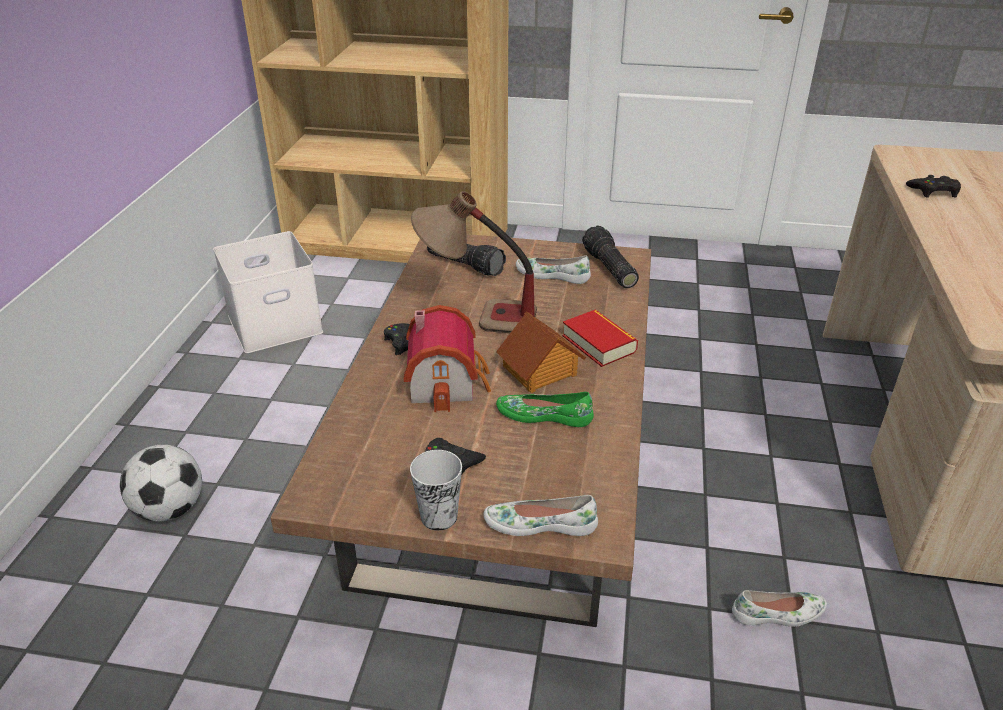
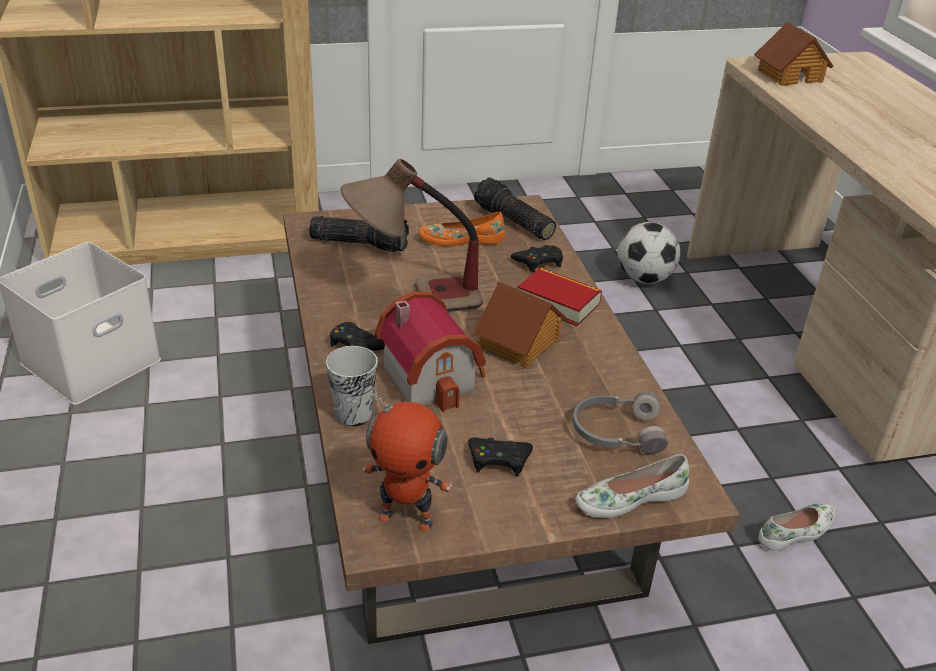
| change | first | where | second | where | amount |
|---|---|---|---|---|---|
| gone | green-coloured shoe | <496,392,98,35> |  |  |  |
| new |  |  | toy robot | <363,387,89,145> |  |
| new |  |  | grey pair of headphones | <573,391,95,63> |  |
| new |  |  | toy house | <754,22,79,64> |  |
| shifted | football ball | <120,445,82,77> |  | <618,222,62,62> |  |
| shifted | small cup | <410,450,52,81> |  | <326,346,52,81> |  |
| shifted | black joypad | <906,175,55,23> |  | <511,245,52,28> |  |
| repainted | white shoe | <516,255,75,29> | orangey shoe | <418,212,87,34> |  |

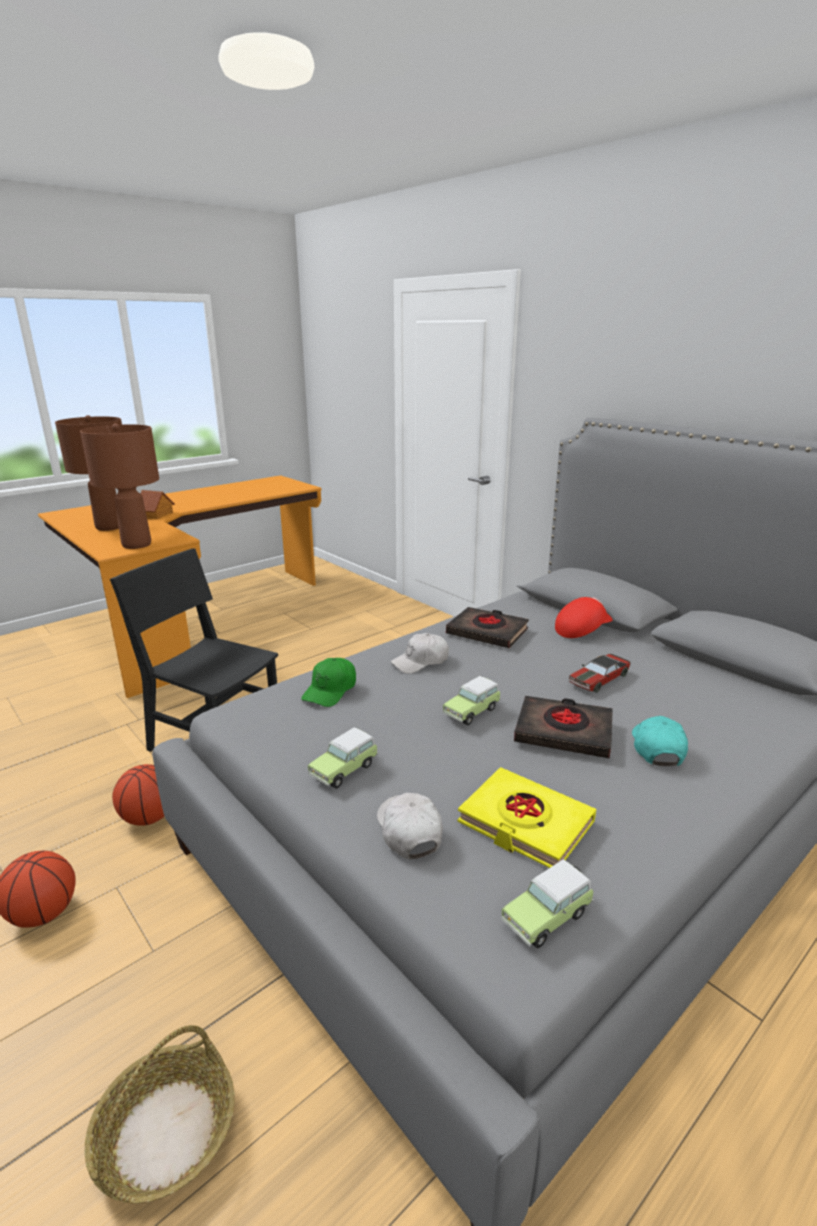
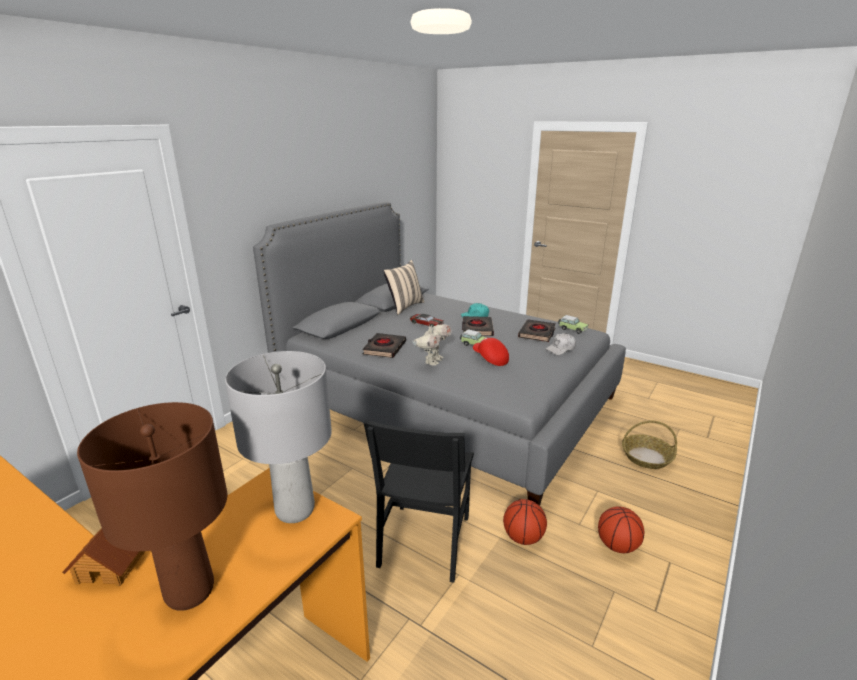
| change | first | where | second | where | amount |
|---|---|---|---|---|---|
| gone | green-coloured cap | <301,658,55,49> |  |  |  |
| gone | miniature car | <308,727,70,62> |  |  |  |
| new |  |  | beige-coloured pillow | <384,260,40,55> |  |
| shifted | reddish cap | <555,597,58,41> |  | <473,337,36,29> |  |
| swapped | white cap | <391,633,58,41> | toy robot | <412,324,39,42> |  |
| repainted | brown-coloured table lamp | <80,423,79,126> | grey table lamp | <225,351,107,172> |  |
| repainted | yellow volume | <458,767,138,101> | black volume | <518,319,38,23> |  |

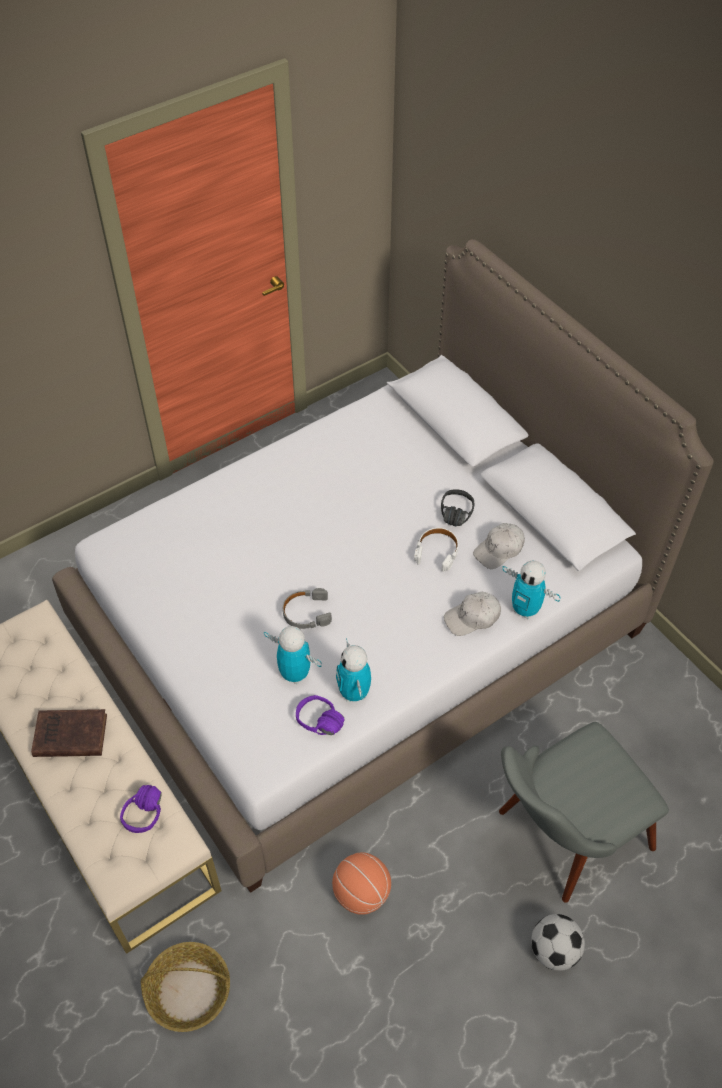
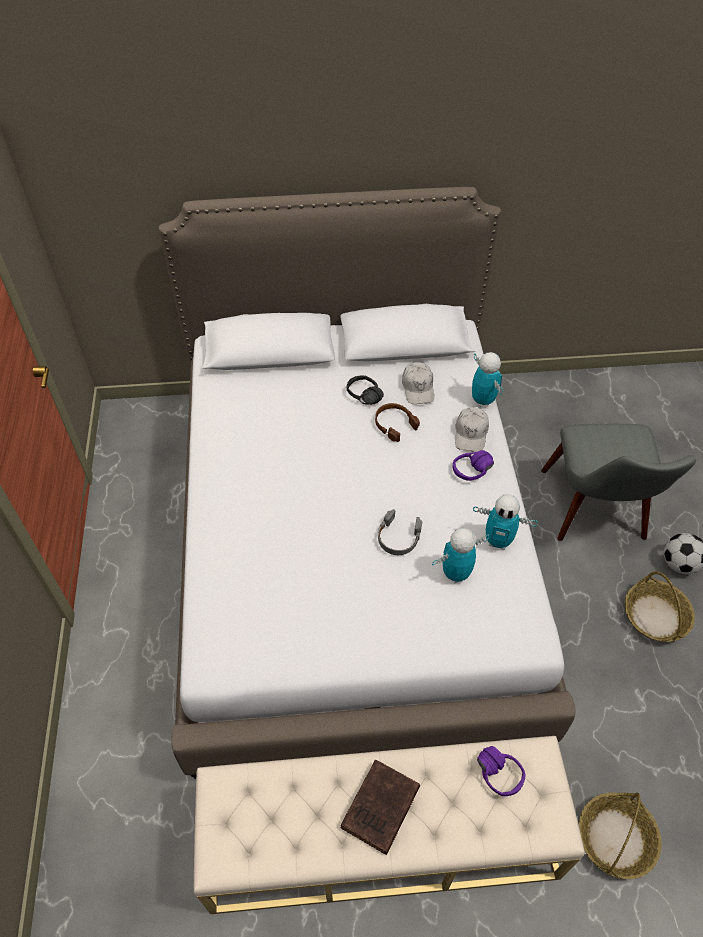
| change | first | where | second | where | amount |
|---|---|---|---|---|---|
| gone | basketball ball | <332,852,59,63> |  |  |  |
| new |  |  | basket | <625,571,70,71> |  |
| shifted | purplish pair of headphones | <296,695,49,40> |  | <453,450,41,31> |  |
| repainted | white pair of headphones | <414,528,45,44> | brown-coloured pair of headphones | <375,403,45,39> |  |
| rotated | toy robot | <502,561,59,58> |  | <472,352,31,55> | 90 degrees counterclockwise |

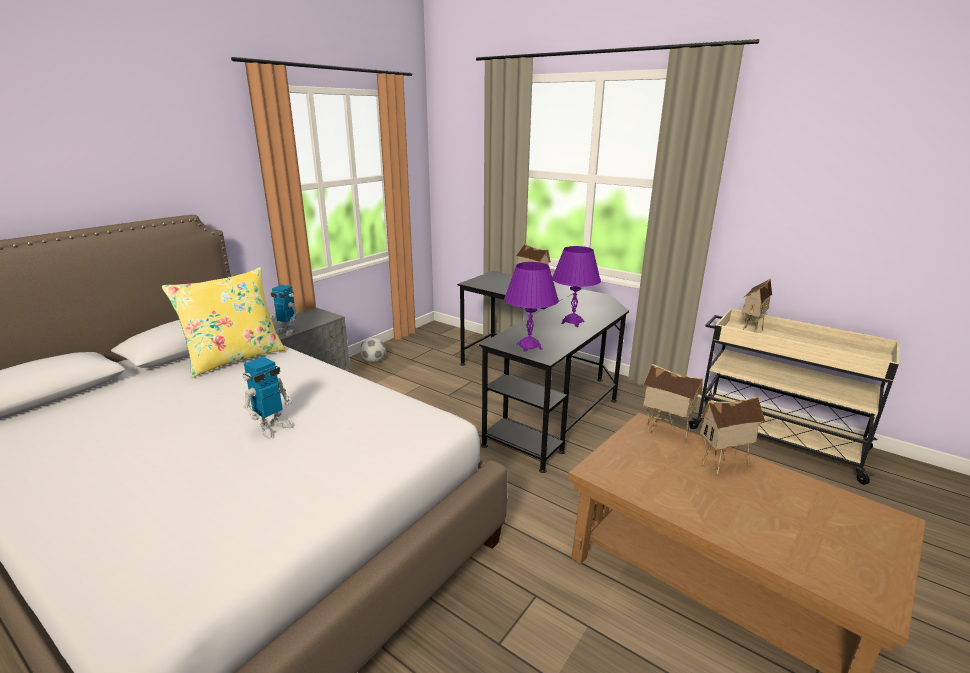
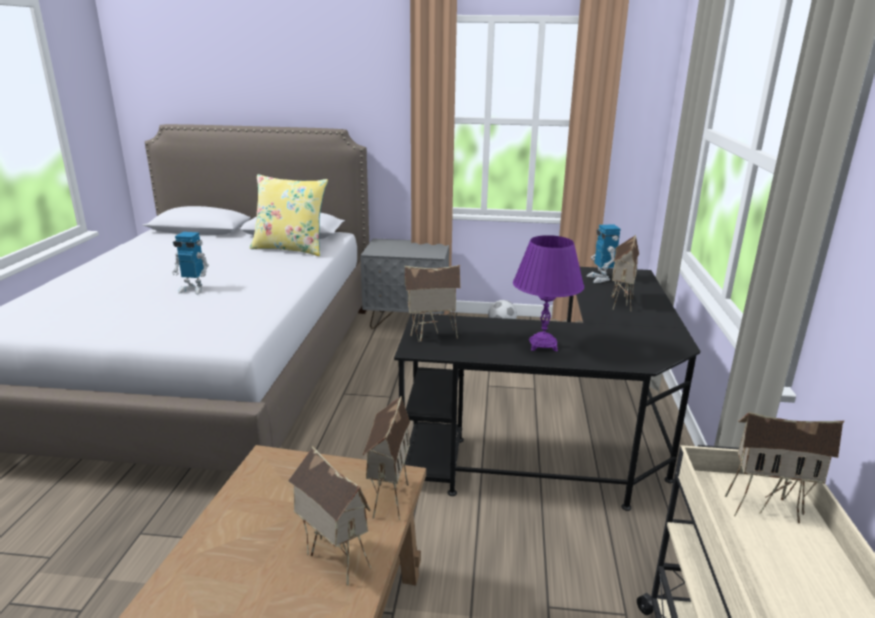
| change | first | where | second | where | amount |
|---|---|---|---|---|---|
| shifted | toy robot | <270,285,28,51> |  | <587,224,33,59> |  |
| swapped | purplish table lamp | <504,262,55,90> | toy house | <404,265,57,77> |  |

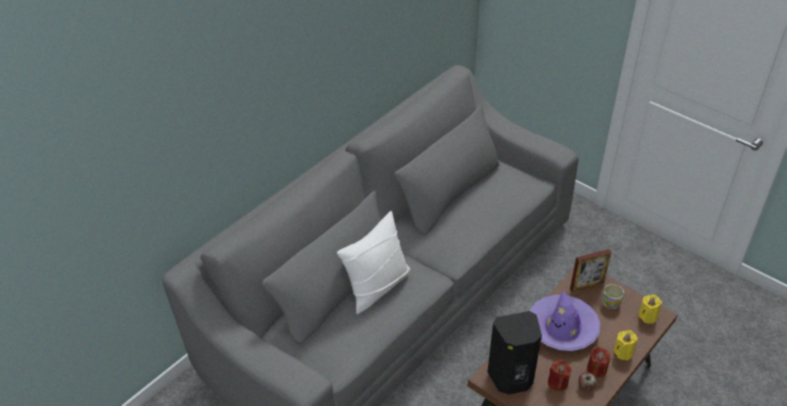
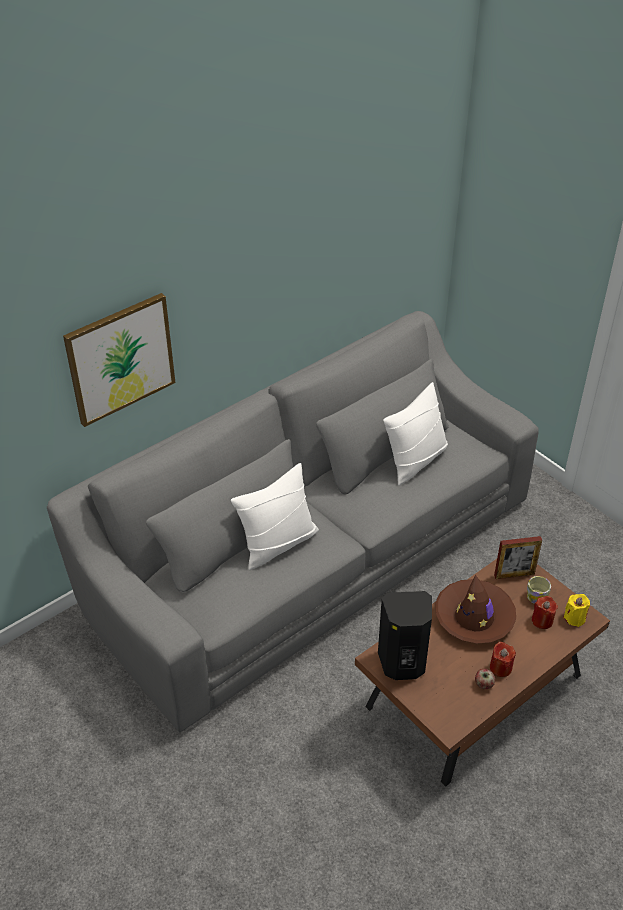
| change | first | where | second | where | amount |
|---|---|---|---|---|---|
| gone | yellow candle | <613,330,24,31> |  |  |  |
| new |  |  | wall art | <63,293,112,134> |  |
| new |  |  | white pillow | <383,382,65,103> |  |
| shifted | reddish candle | <548,360,24,31> |  | <532,596,26,33> |  |
| repainted | purplish wearable hat | <529,291,72,60> | brown-coloured wearable hat | <435,574,81,69> |  |

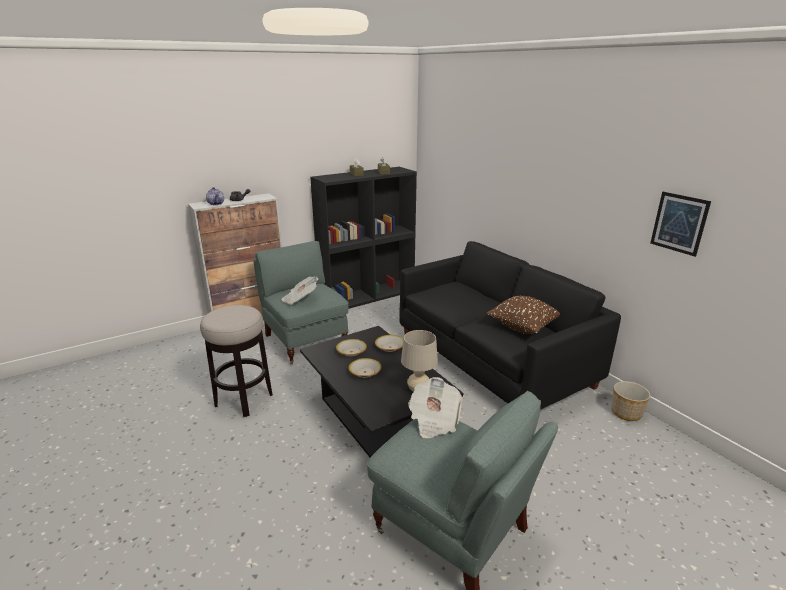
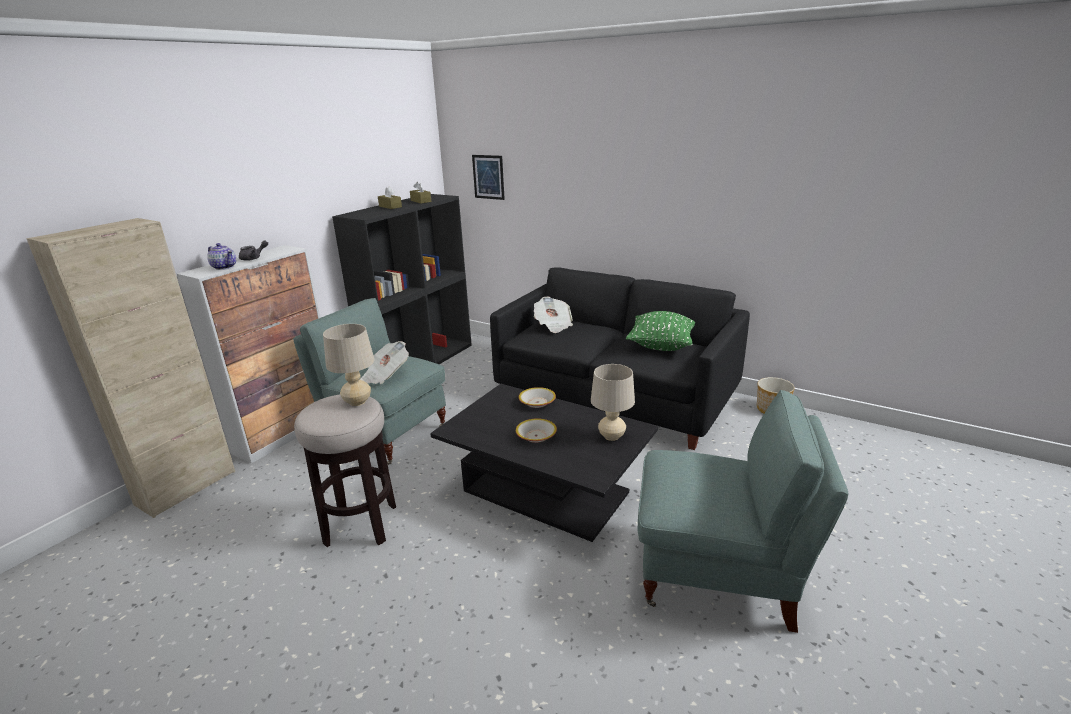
| change | first | where | second | where | amount |
|---|---|---|---|---|---|
| gone | serving bowl | <336,339,31,18> |  |  |  |
| new |  |  | beige-coloured storage cabinet | <26,218,209,300> |  |
| new |  |  | beige-coloured table lamp | <323,324,52,82> |  |
| shifted | newspaper | <408,377,55,61> |  | <534,297,39,36> |  |
| shifted | wall art | <650,192,61,65> |  | <472,155,33,45> |  |
| repainted | brown-coloured pillow | <486,296,74,38> | green-coloured pillow | <626,311,69,40> |  |

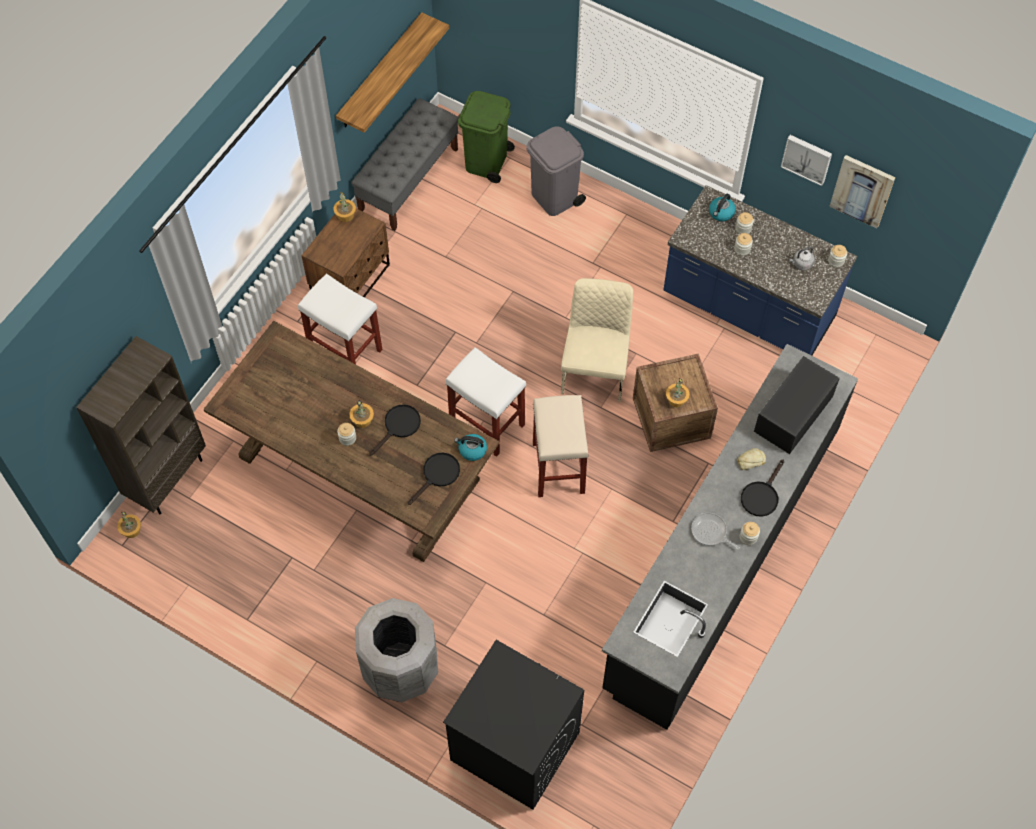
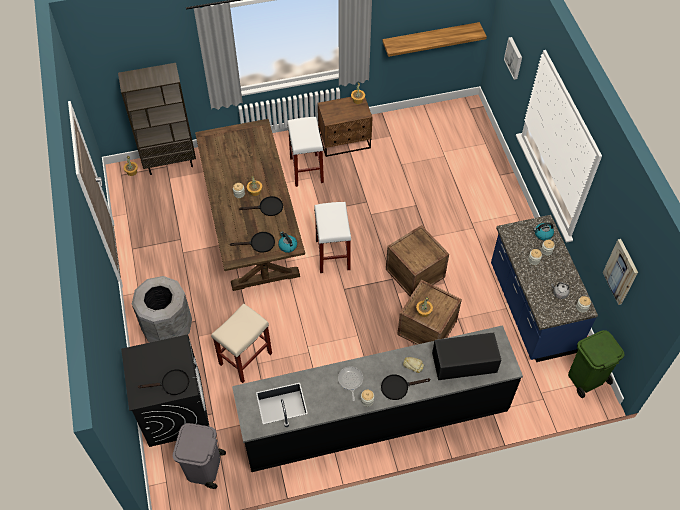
| change | first | where | second | where | amount |
|---|---|---|---|---|---|
| gone | grey long seat | <351,98,108,133> |  |  |  |
| new |  |  | black pan | <138,369,51,26> |  |
| shifted | green-coloured trash can | <458,91,57,92> |  | <568,330,56,68> |  |
| shifted | grey trash can | <526,126,60,90> |  | <173,423,53,66> |  |
| shifted | beige-coloured stool seat | <533,395,56,102> |  | <211,303,61,80> |  |
| shifted | wall art | <781,135,51,51> |  | <504,37,18,43> |  |
| swapped | beige-coloured upright chair | <561,278,72,124> | crate | <386,225,63,71> |  |

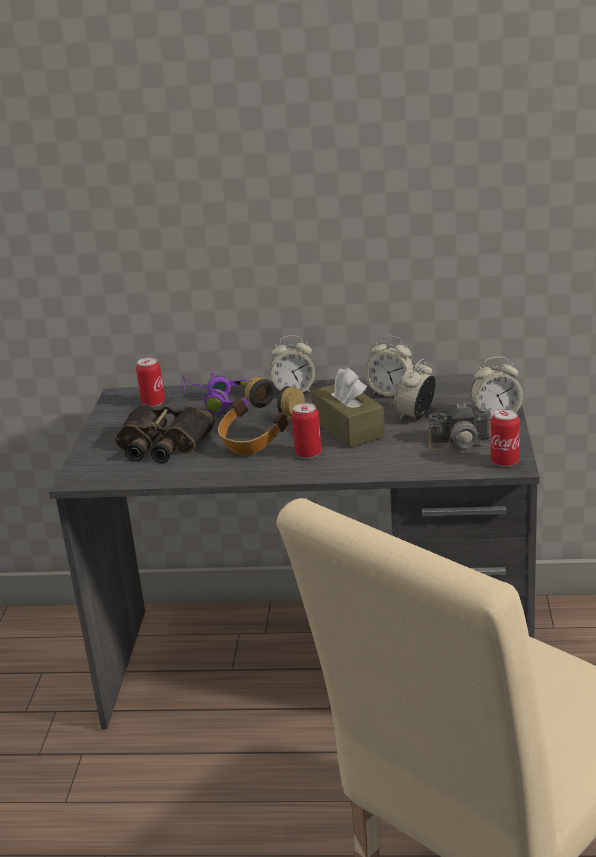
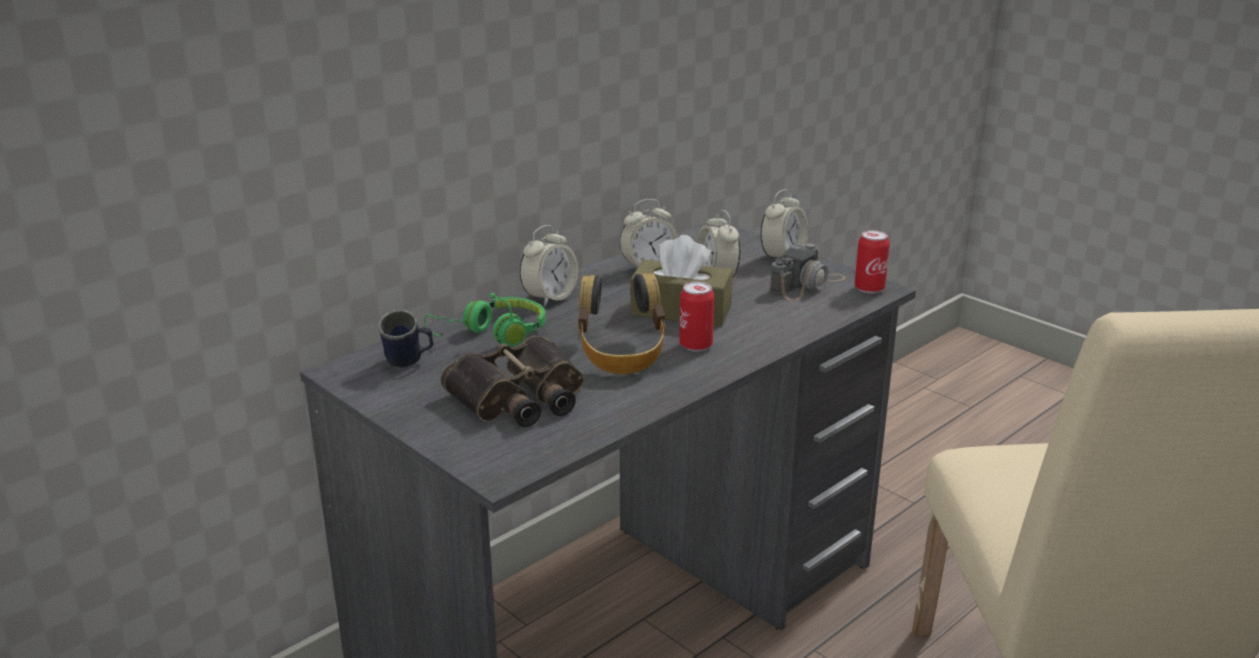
| change | first | where | second | where | amount |
|---|---|---|---|---|---|
| swapped | metal can | <136,357,29,50> | blue tea mug | <378,310,56,57> |  |
| repainted | purplish pair of headphones | <181,372,70,42> | green-coloured pair of headphones | <424,293,121,53> |  |

